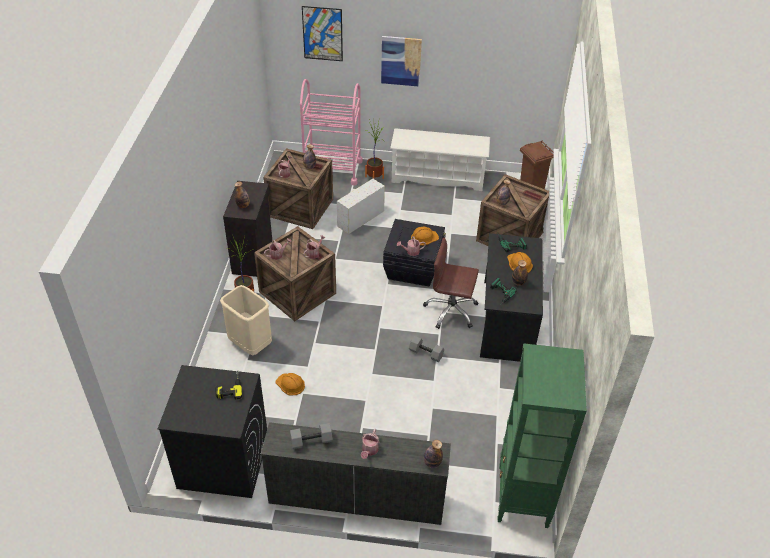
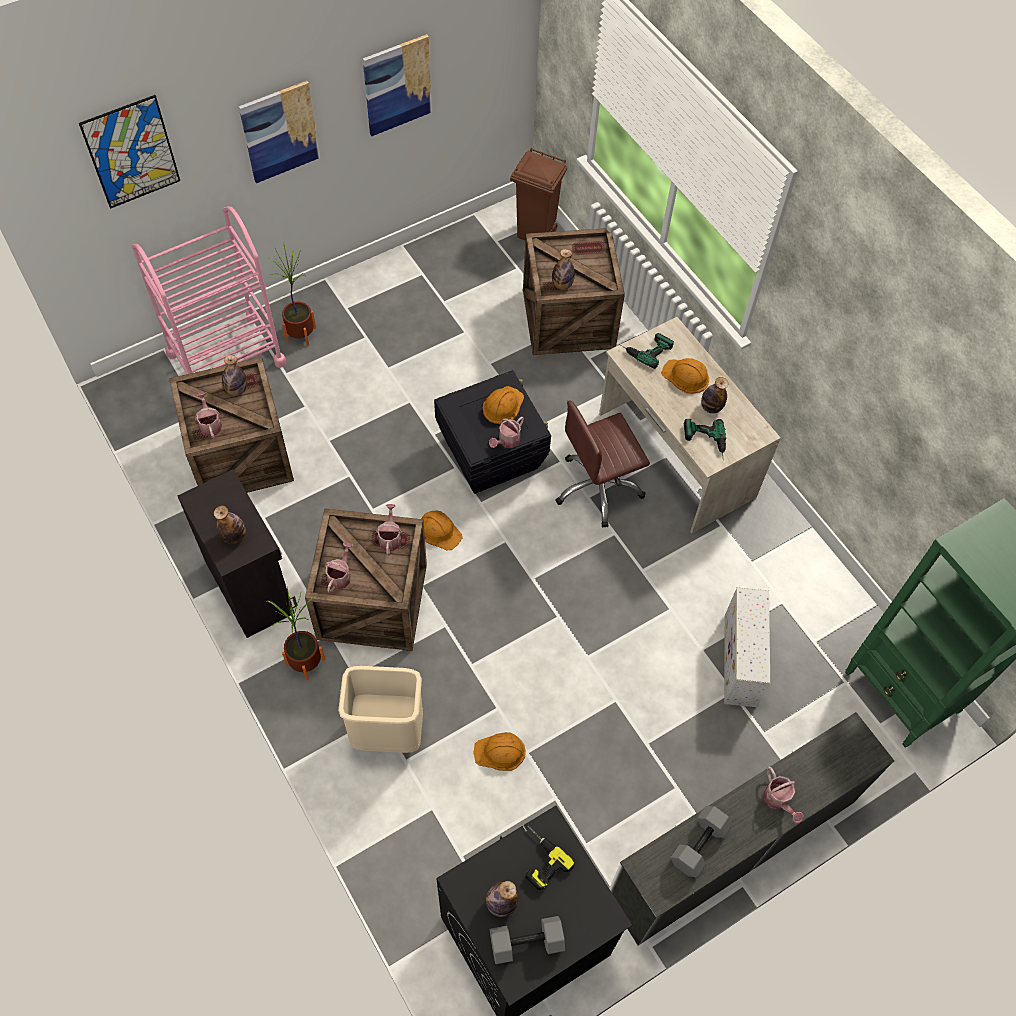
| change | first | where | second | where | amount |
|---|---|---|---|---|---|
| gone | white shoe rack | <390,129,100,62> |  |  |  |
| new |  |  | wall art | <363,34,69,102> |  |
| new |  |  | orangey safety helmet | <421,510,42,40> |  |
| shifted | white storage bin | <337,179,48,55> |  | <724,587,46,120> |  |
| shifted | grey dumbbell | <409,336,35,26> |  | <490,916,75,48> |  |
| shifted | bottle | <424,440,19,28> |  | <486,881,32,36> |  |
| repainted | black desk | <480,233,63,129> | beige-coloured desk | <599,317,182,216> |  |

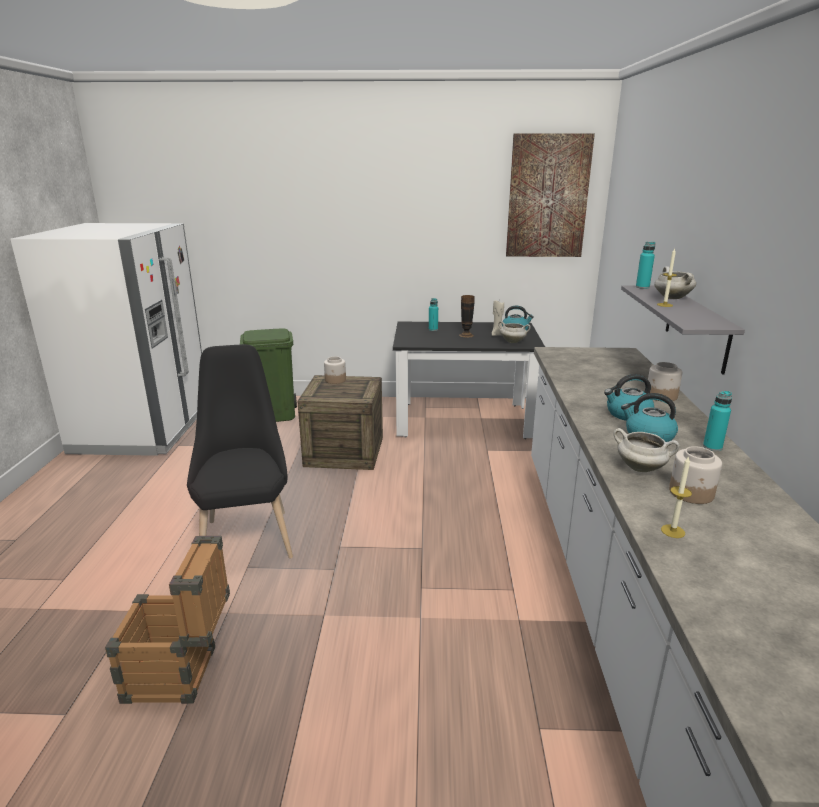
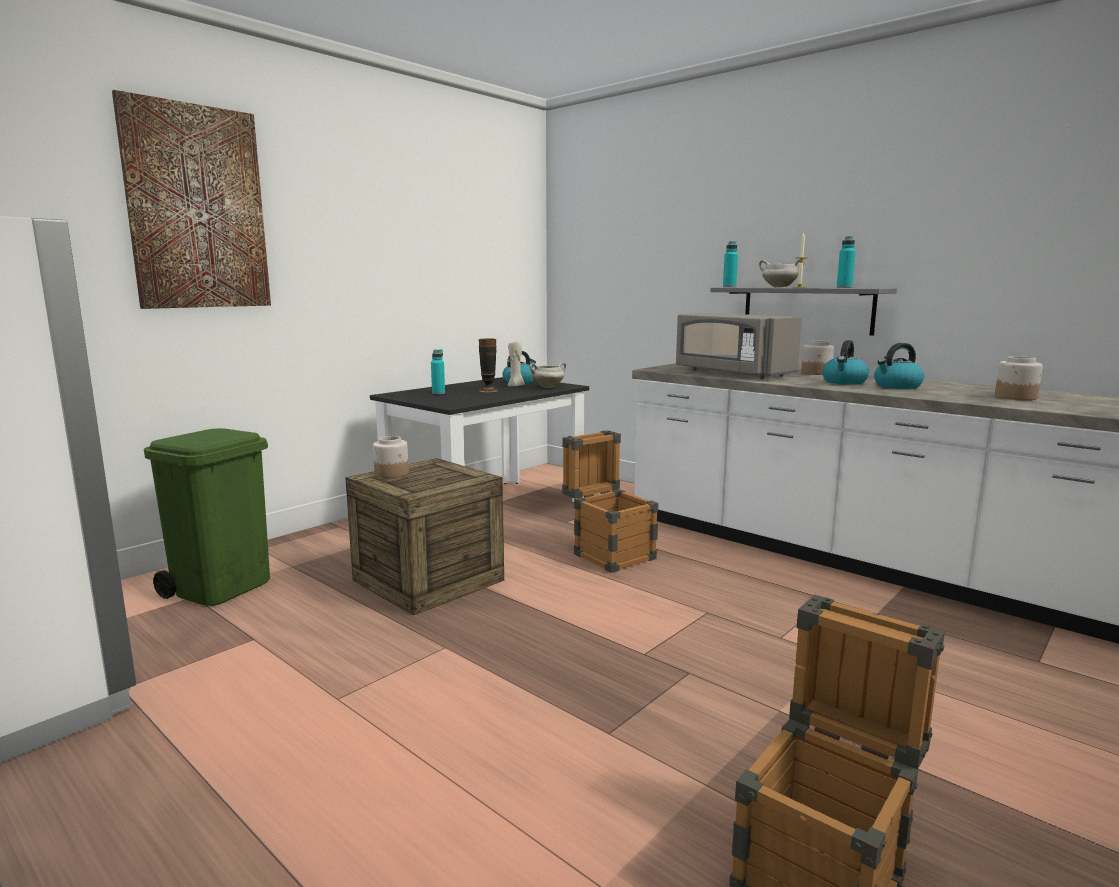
| change | first | where | second | where | amount |
|---|---|---|---|---|---|
| gone | black upright chair | <187,344,106,214> |  |  |  |
| gone | white cooking pot | <614,428,66,44> |  |  |  |
| gone | candle | <661,456,31,82> |  |  |  |
| new |  |  | crate | <562,430,96,143> |  |
| new |  |  | grey microwave | <676,313,126,66> |  |
| shifted | wall art | <506,133,89,124> |  | <112,90,159,219> |  |
| shifted | turquoise-coloured bottle | <703,391,29,60> |  | <837,236,19,52> |  |

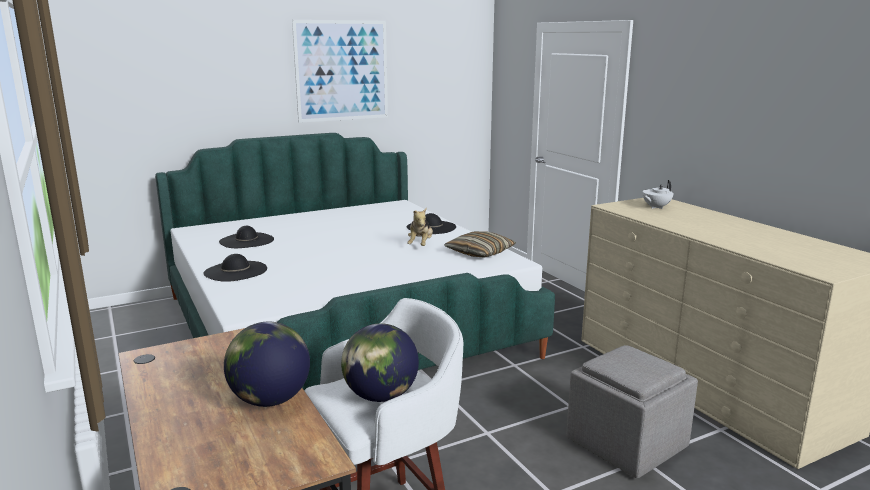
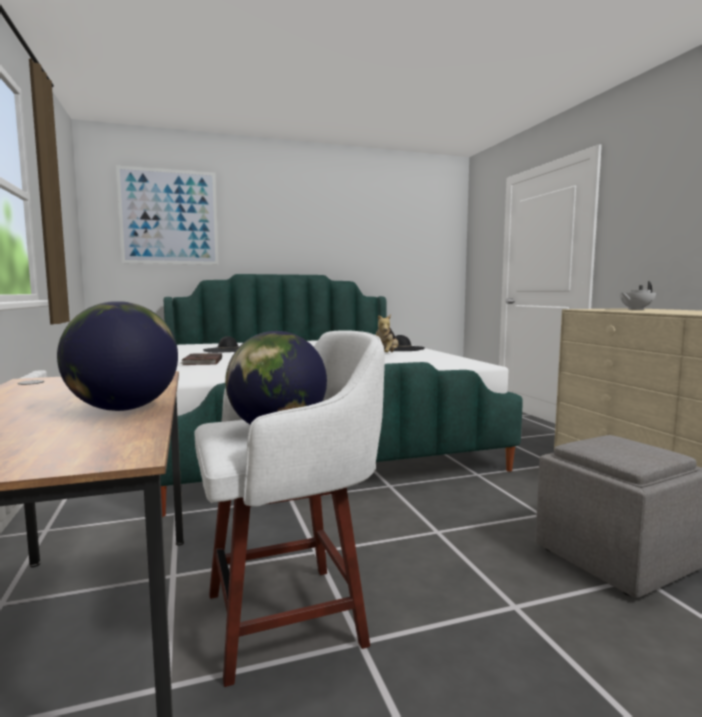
| change | first | where | second | where | amount |
|---|---|---|---|---|---|
| gone | pillow | <444,231,72,27> |  |  |  |
| shifted | wall art | <292,20,96,103> |  | <116,165,103,100> |  |
| swapped | black wearable hat | <203,254,64,28> | brown-coloured volume | <179,353,43,12> |  |

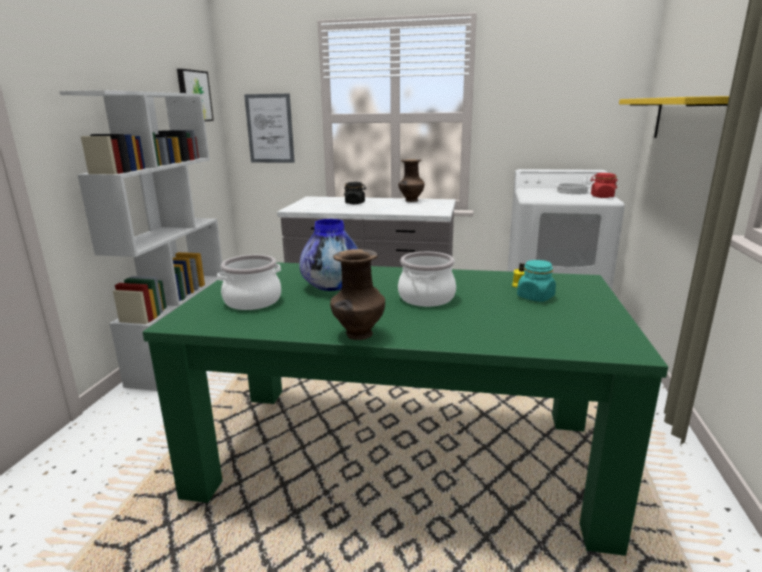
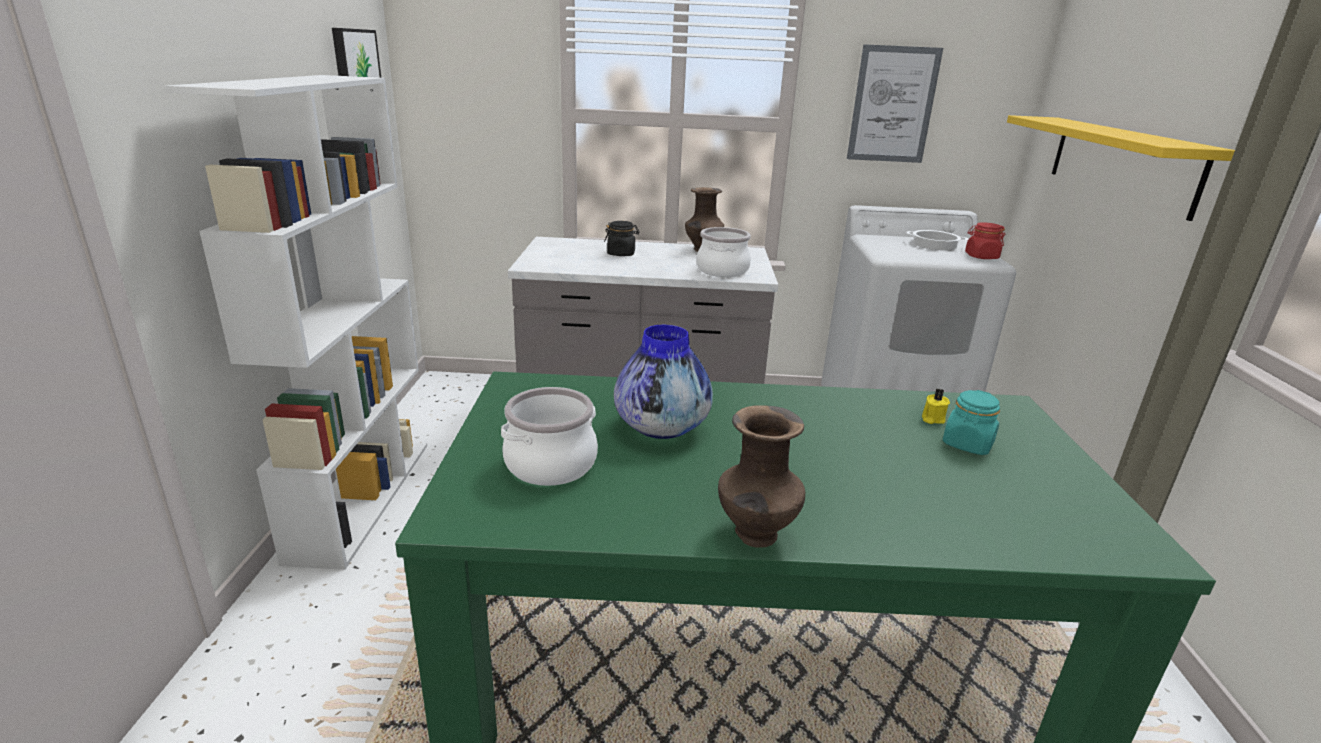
| change | first | where | second | where | amount |
|---|---|---|---|---|---|
| shifted | wall art | <244,94,51,69> |  | <847,44,96,119> |  |
| shifted | cooking pot | <398,252,58,55> |  | <696,227,55,50> |  |

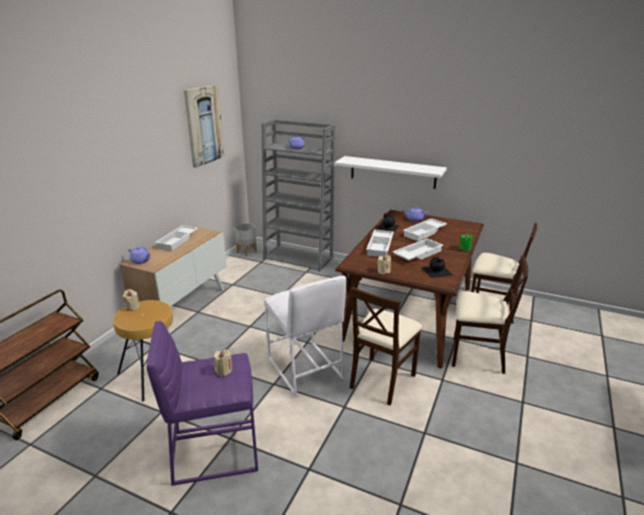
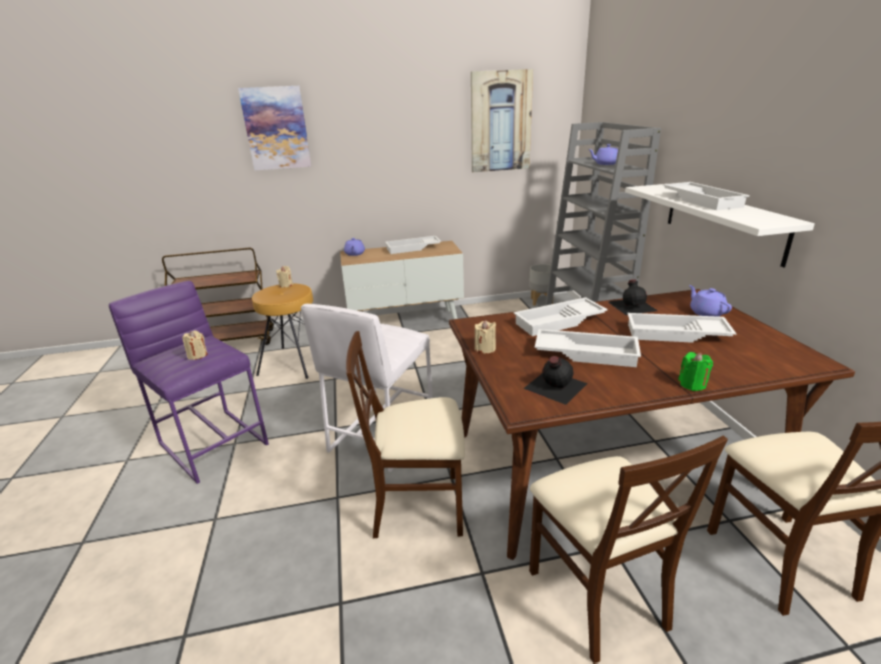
| change | first | where | second | where | amount |
|---|---|---|---|---|---|
| new |  |  | wall art | <238,86,73,85> |  |
| new |  |  | white tray | <663,182,87,28> |  |

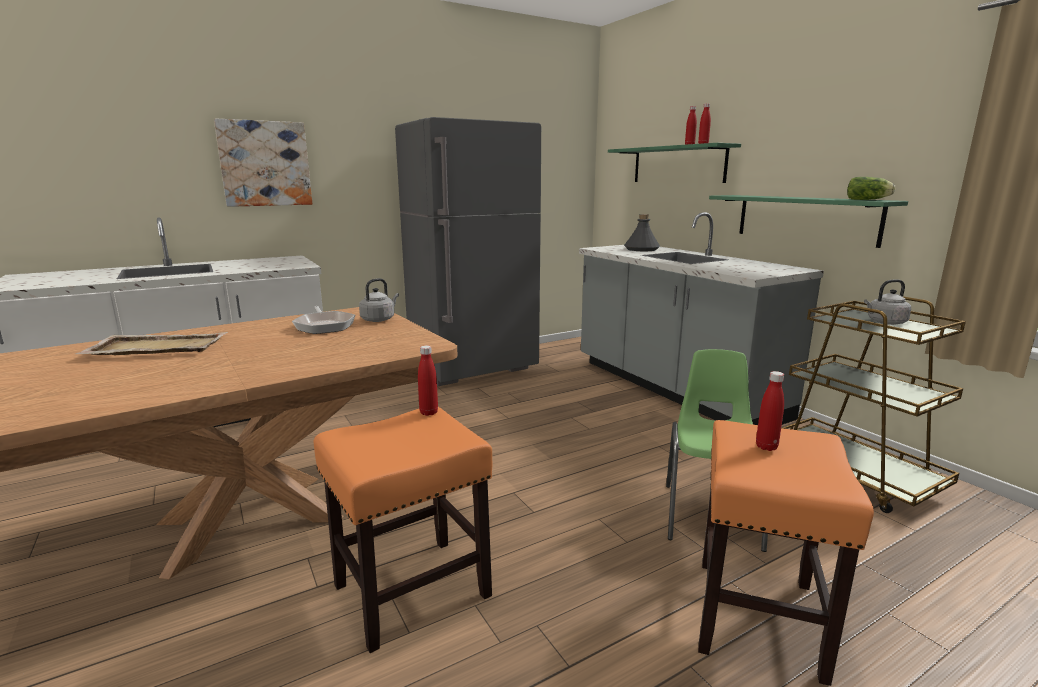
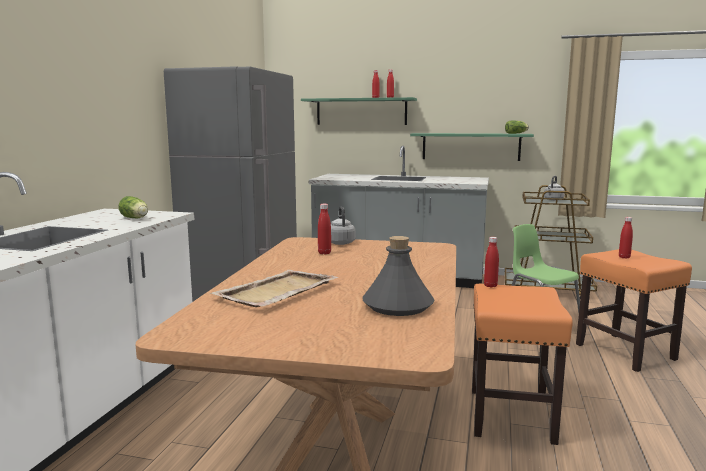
| change | first | where | second | where | amount |
|---|---|---|---|---|---|
| gone | wall art | <214,118,98,89> |  |  |  |
| new |  |  | lettuce head | <118,196,30,22> |  |
| shifted | grey bottle | <624,214,36,37> |  | <362,236,72,80> |  |
| swapped | pan | <292,306,63,28> | reddish bottle | <318,204,13,50> |  |

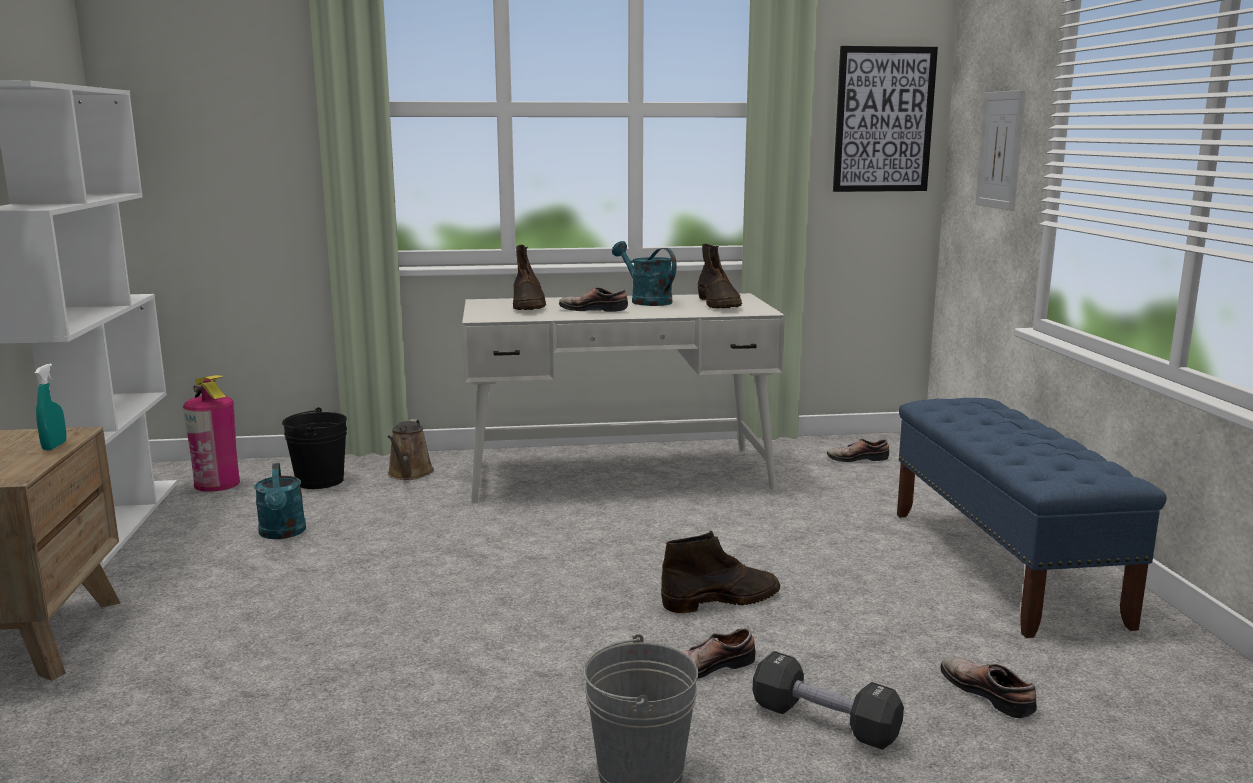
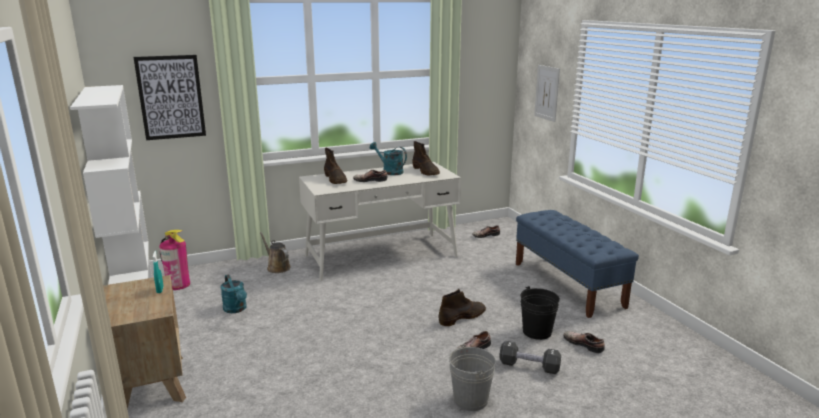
| change | first | where | second | where | amount |
|---|---|---|---|---|---|
| shifted | black bucket | <282,407,65,82> |  | <521,286,39,54> |  |
| shifted | wall art | <833,46,105,146> |  | <133,55,73,85> |  |
| rotated | brown-coloured sprinkling can | <387,419,47,61> |  | <260,232,30,41> | 150 degrees clockwise |

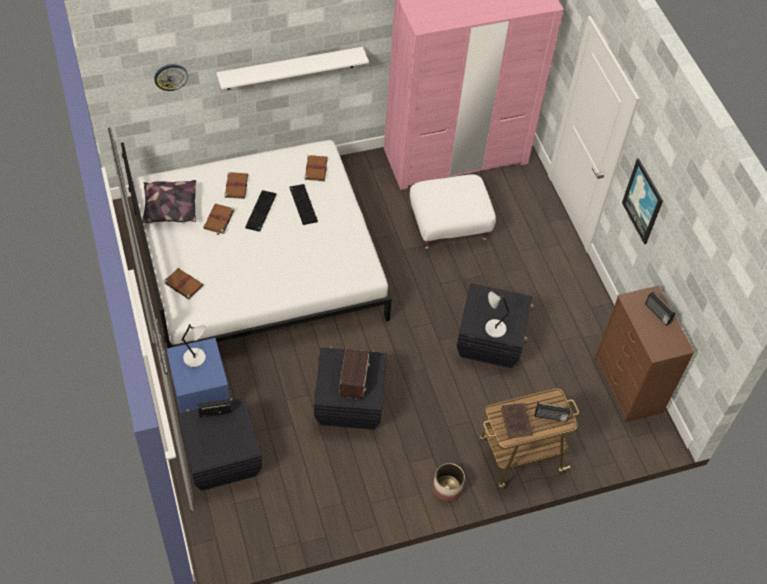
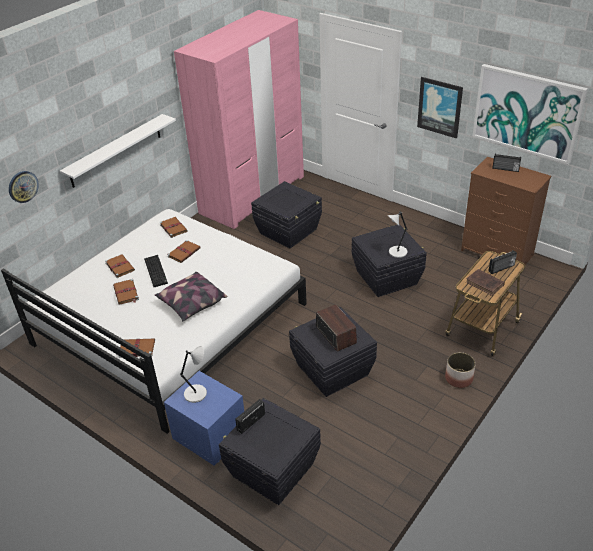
| change | first | where | second | where | amount |
|---|---|---|---|---|---|
| new |  |  | wall art | <472,64,116,100> |  |
| shifted | pillow | <142,180,54,43> |  | <155,272,73,49> |  |
| swapped | computer keyboard | <290,184,28,41> | brown-coloured volume | <167,240,34,23> |  |
| swapped | white ottoman | <410,175,86,74> | black storage bin | <251,181,71,67> |  |

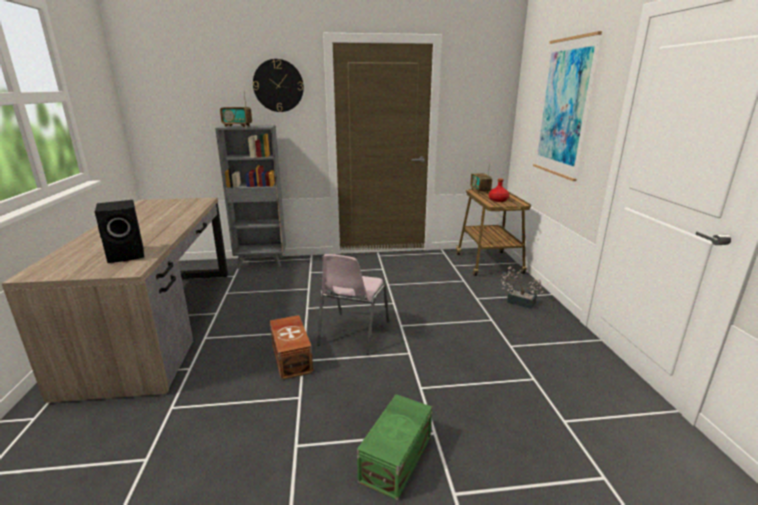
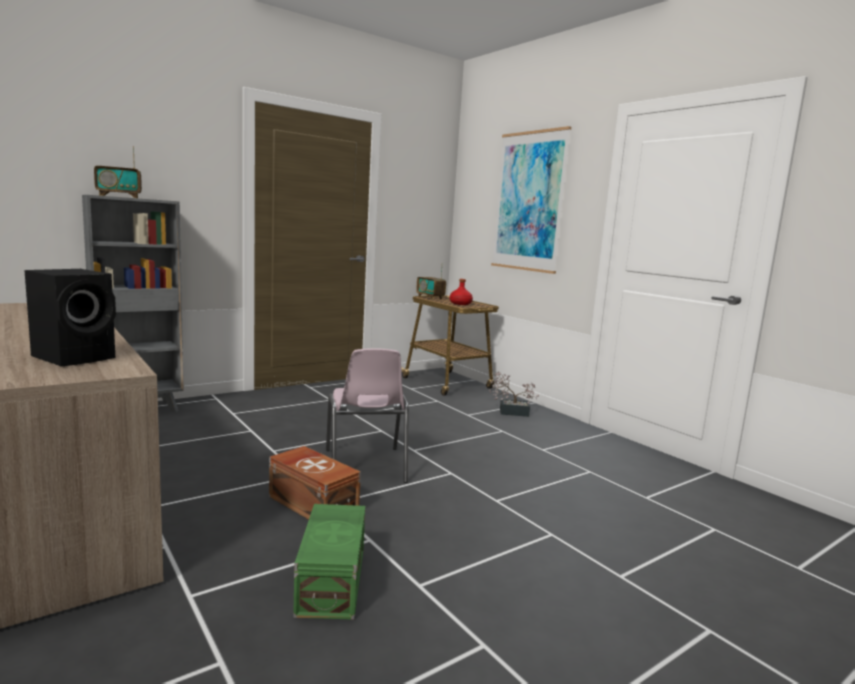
| change | first | where | second | where | amount |
|---|---|---|---|---|---|
| gone | wall clock | <253,59,51,53> |  |  |  |
| shifted | green-coloured storage bin | <357,394,75,107> |  | <293,504,72,116> |  |

